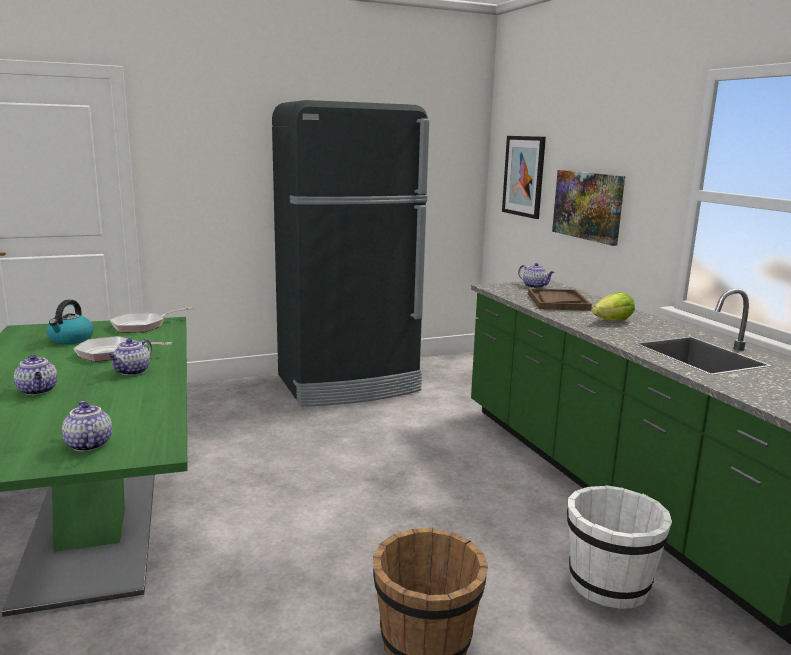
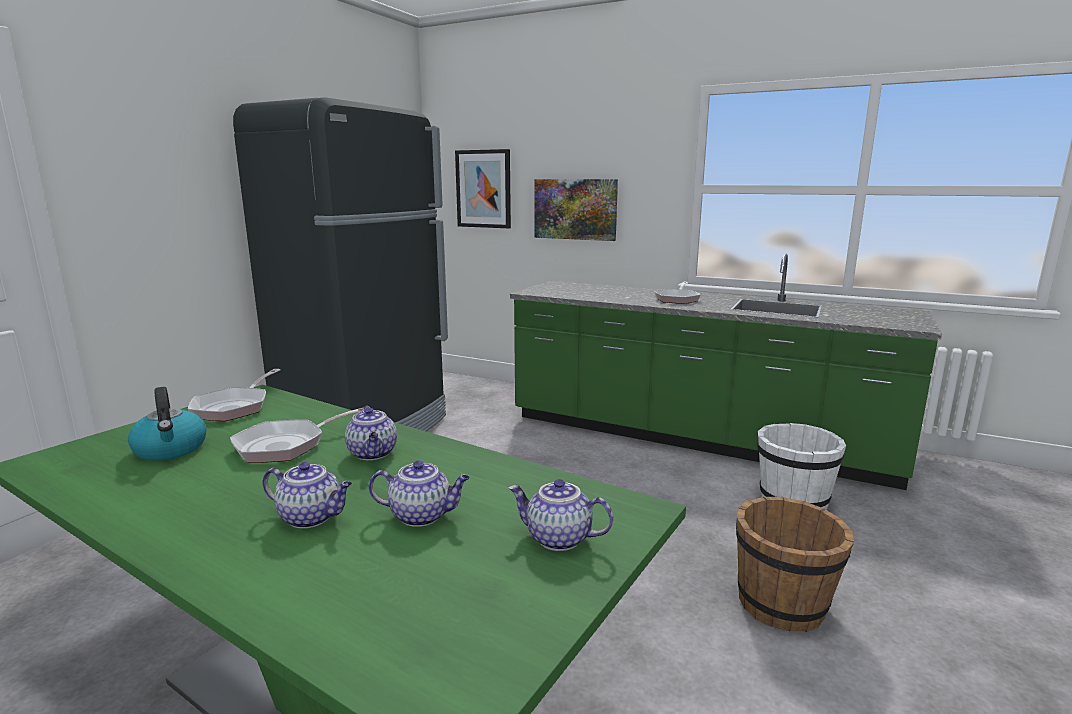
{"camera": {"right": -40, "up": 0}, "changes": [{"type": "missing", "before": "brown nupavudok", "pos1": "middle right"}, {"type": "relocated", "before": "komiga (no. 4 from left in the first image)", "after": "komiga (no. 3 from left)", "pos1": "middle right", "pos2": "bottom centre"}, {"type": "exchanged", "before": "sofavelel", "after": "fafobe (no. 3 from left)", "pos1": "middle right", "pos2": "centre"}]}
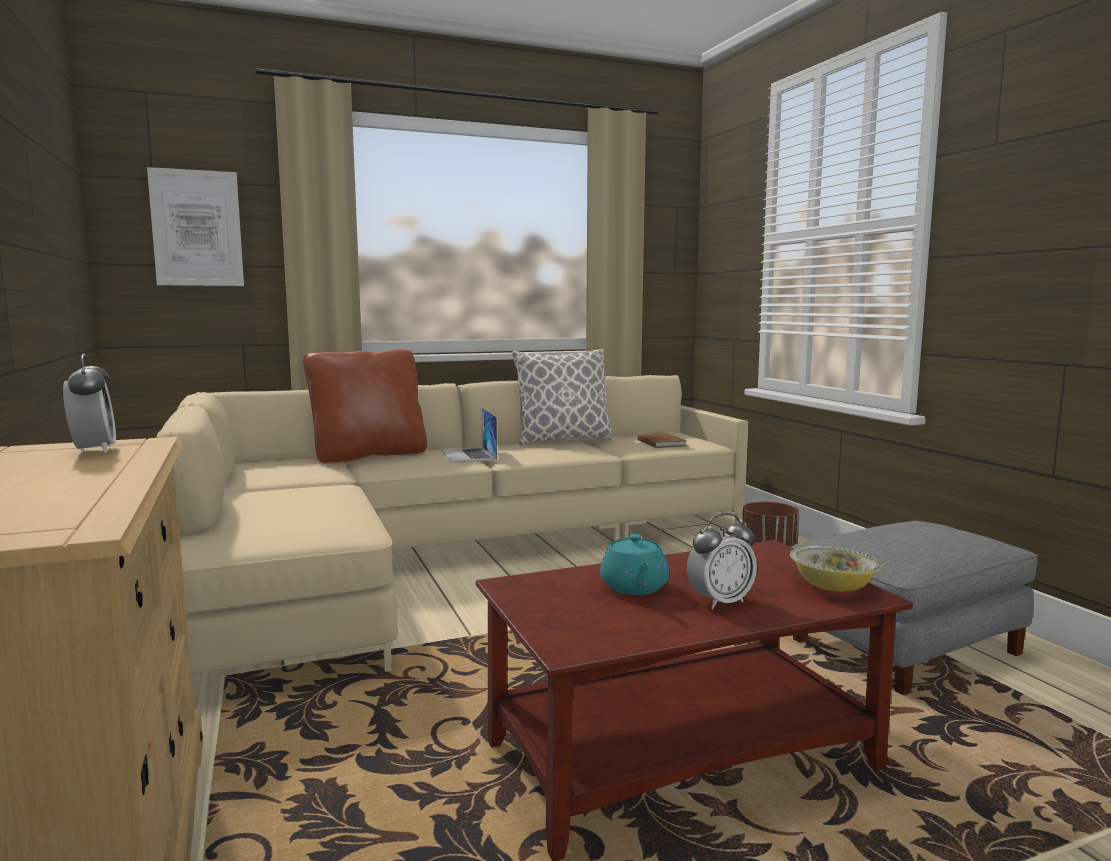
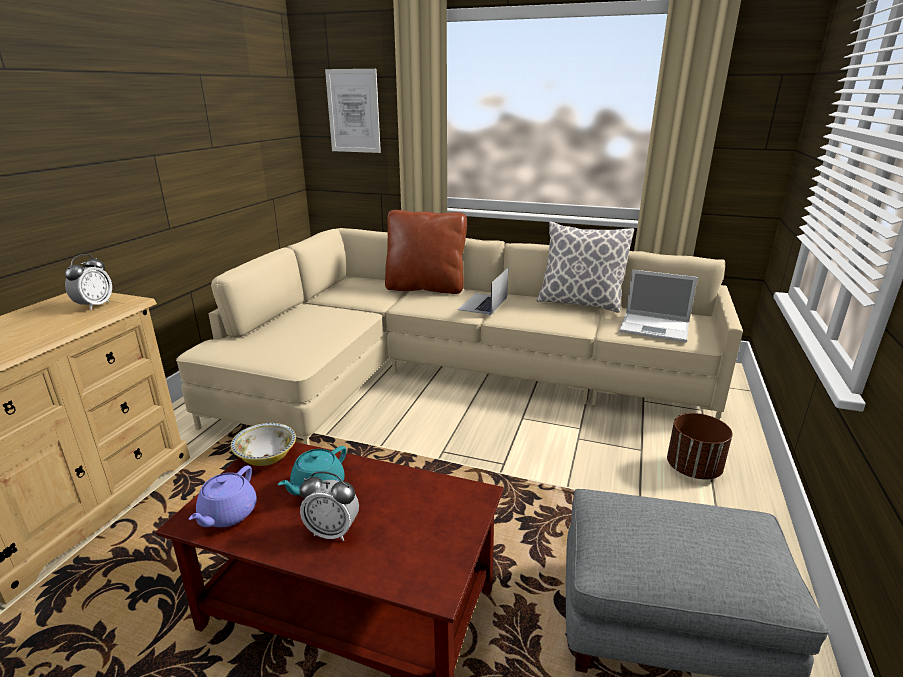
{"camera": {"right": 40, "up": 15}, "changes": [{"type": "appeared", "after": "purple komiga", "pos2": "bottom left"}, {"type": "relocated", "before": "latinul", "pos1": "middle right", "pos2": "middle left"}, {"type": "exchanged", "before": "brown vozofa", "after": "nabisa (no. 2 from left)", "pos1": "centre", "pos2": "middle right"}]}
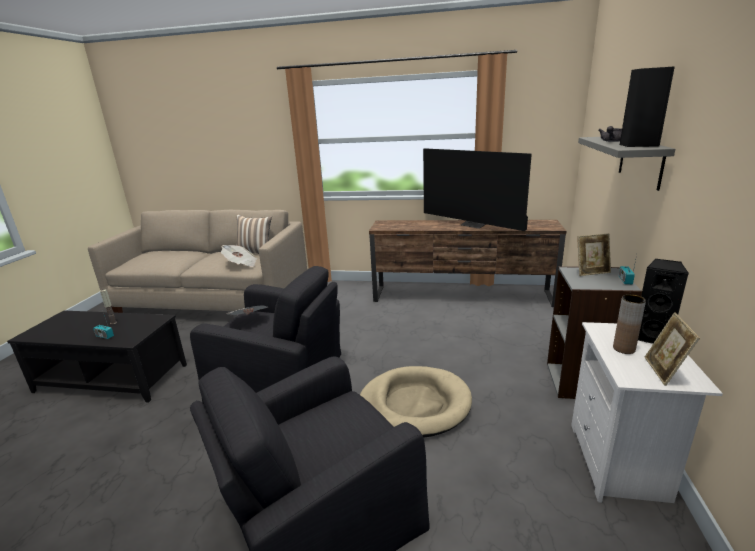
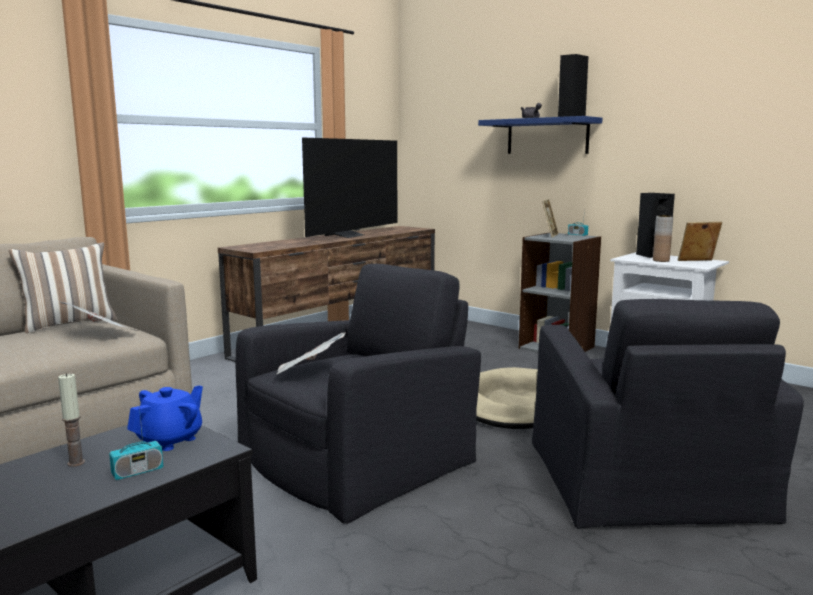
{"camera": {"right": -60, "up": -10}, "changes": [{"type": "appeared", "after": "blue komiga", "pos2": "bottom left"}, {"type": "colour", "before": "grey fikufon", "after": "blue fikufon", "pos1": "top right", "pos2": "top centre"}, {"type": "spun", "before": "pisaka", "pos1": "centre", "pos2": "top centre", "turn": -45}, {"type": "spun", "before": "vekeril (no. 2 from left)", "pos1": "middle right", "pos2": "middle right", "turn": 135}]}
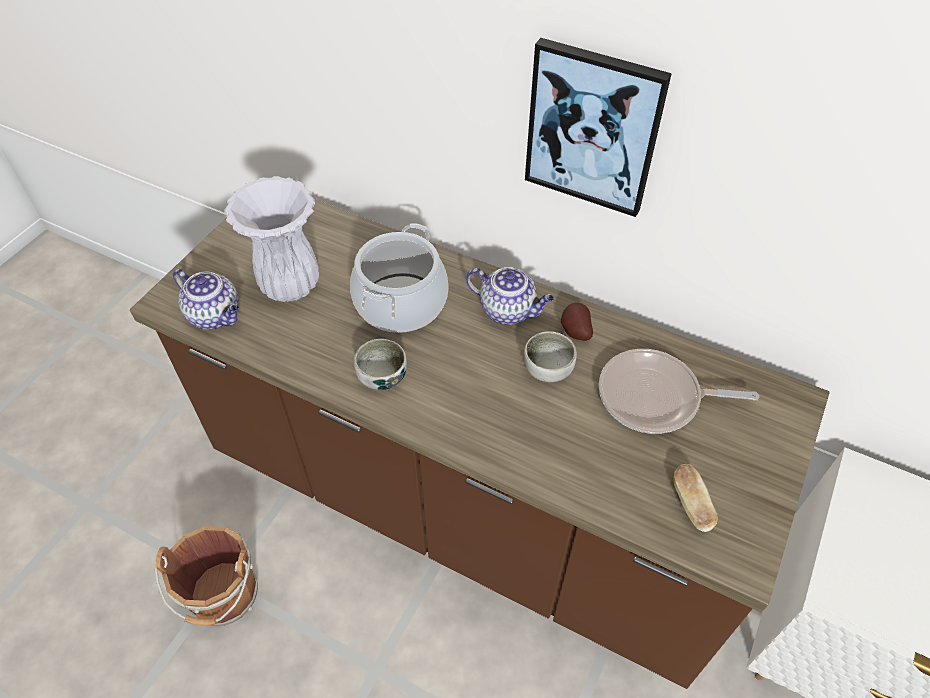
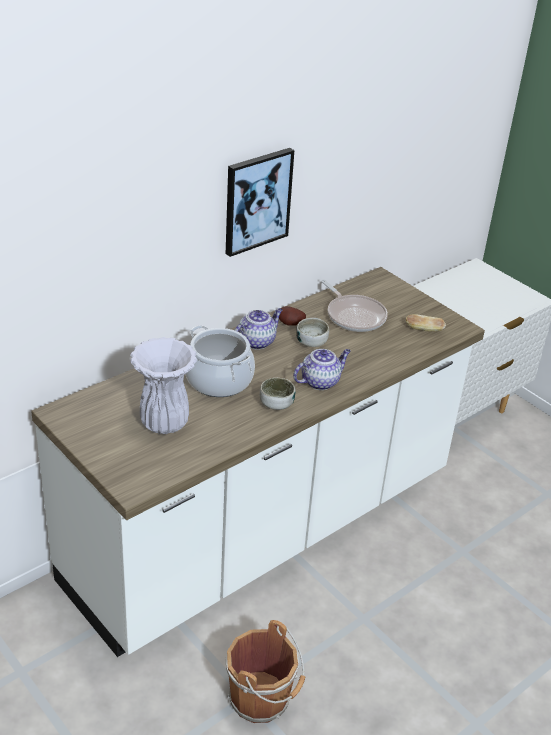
{"camera": {"right": -70, "up": -15}, "changes": [{"type": "relocated", "before": "komiga (no. 1 from left in the first image)", "after": "komiga (no. 2 from left)", "pos1": "middle left", "pos2": "centre"}, {"type": "colour", "before": "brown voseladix", "after": "white voseladix", "pos1": "centre", "pos2": "centre"}, {"type": "spun", "before": "fafobe", "pos1": "middle right", "pos2": "centre", "turn": -60}]}
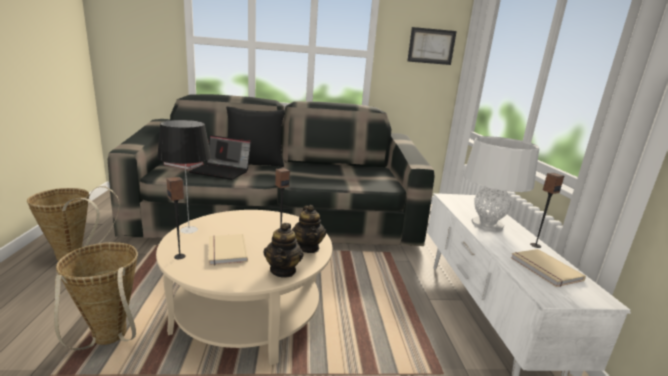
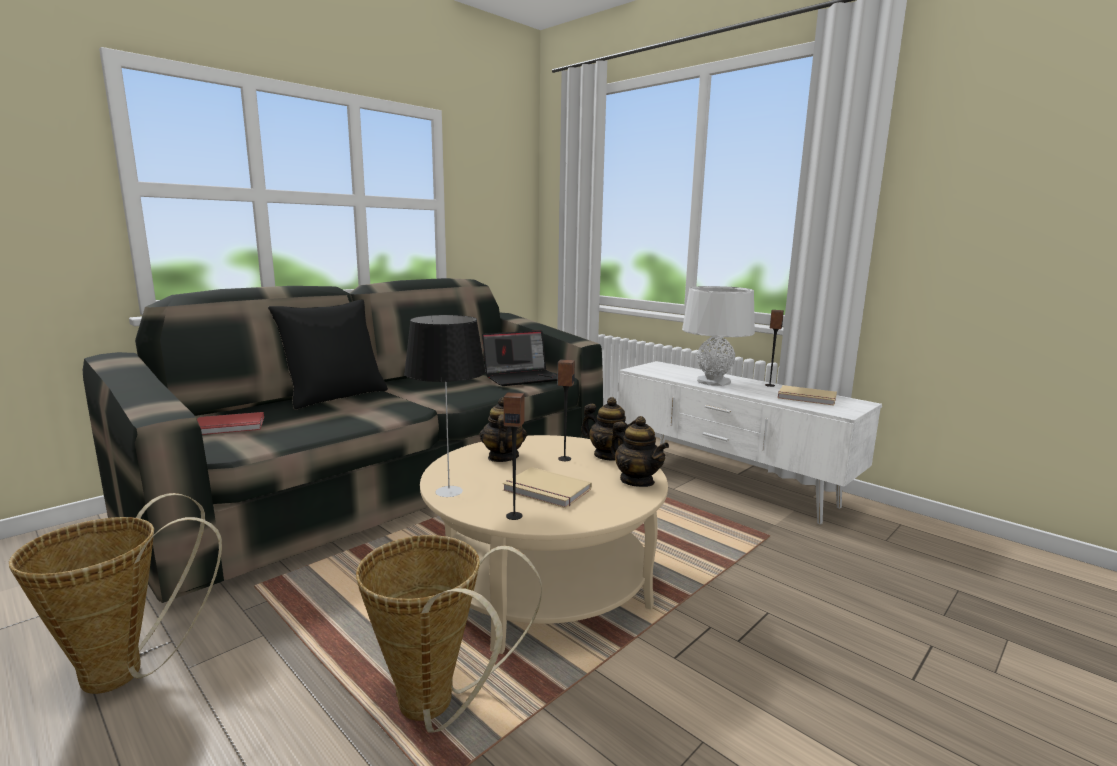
{"camera": {"right": -40, "up": -5}, "changes": [{"type": "missing", "before": "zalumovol", "pos1": "top centre"}, {"type": "appeared", "after": "komiga (no. 1 from left)", "pos2": "centre"}, {"type": "relocated", "before": "nabisa", "pos1": "middle left", "pos2": "centre"}]}
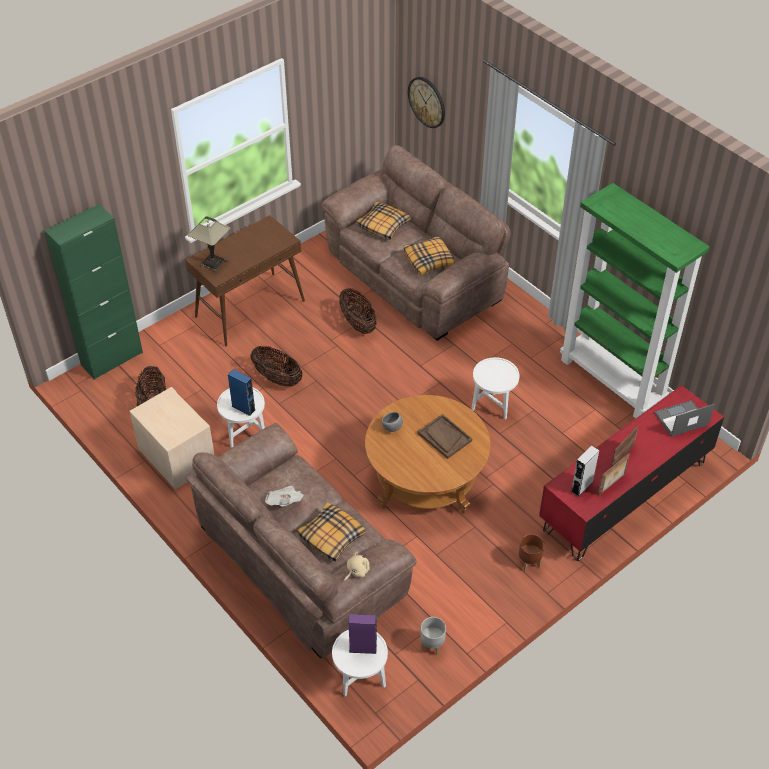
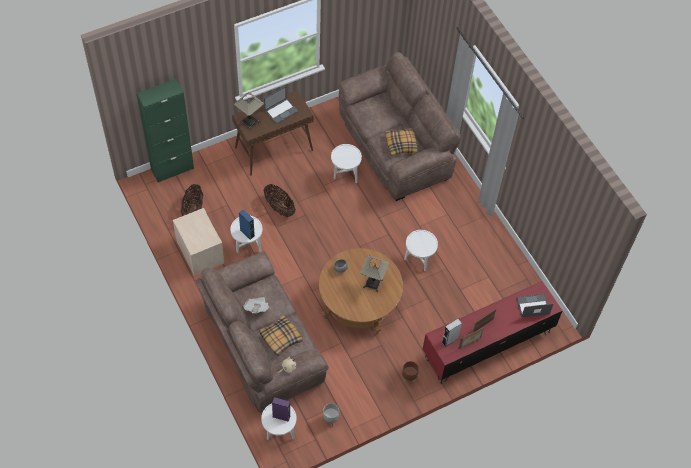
{"camera": {"right": 10, "up": 10}, "changes": [{"type": "missing", "before": "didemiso (no. 2 from left)", "pos1": "top centre"}, {"type": "missing", "before": "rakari", "pos1": "top centre"}, {"type": "missing", "before": "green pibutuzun", "pos1": "middle right"}, {"type": "appeared", "after": "nabisa (no. 1 from left)", "pos2": "top centre"}, {"type": "exchanged", "before": "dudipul (no. 3 from left)", "after": "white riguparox (no. 3 from left)", "pos1": "centre", "pos2": "centre"}, {"type": "exchanged", "before": "brown nupavudok", "after": "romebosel (no. 2 from left)", "pos1": "centre", "pos2": "centre"}]}
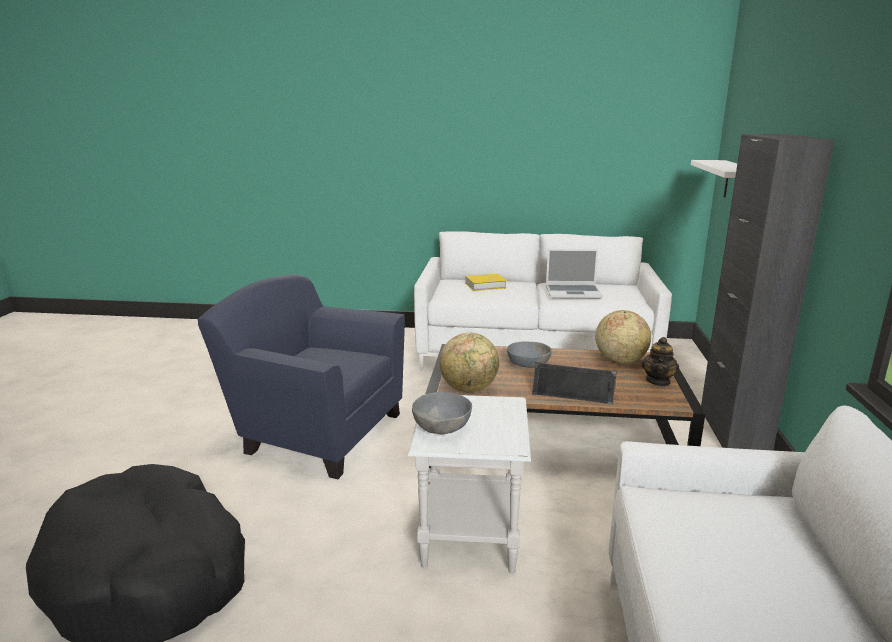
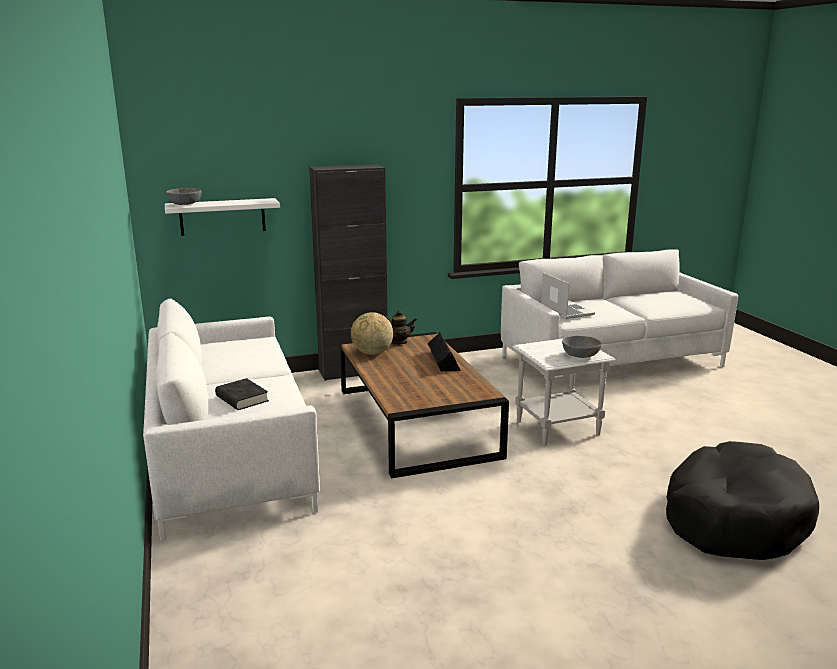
{"camera": {"right": -115, "up": 0}, "changes": [{"type": "missing", "before": "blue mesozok", "pos1": "centre"}, {"type": "missing", "before": "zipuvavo (no. 1 from left)", "pos1": "centre"}, {"type": "relocated", "before": "grey latinul (no. 2 from left in the first image)", "after": "grey latinul (no. 1 from left)", "pos1": "centre", "pos2": "top left"}, {"type": "relocated", "before": "nabisa", "pos1": "centre", "pos2": "middle right"}, {"type": "colour", "before": "yellow vozofa", "after": "black vozofa", "pos1": "centre", "pos2": "middle left"}]}
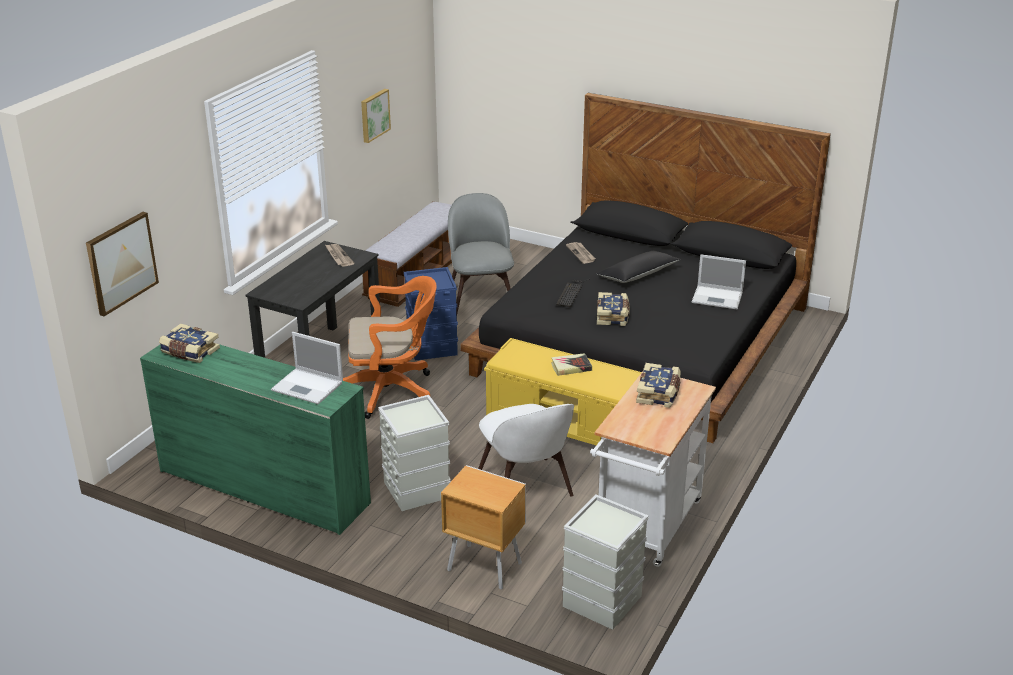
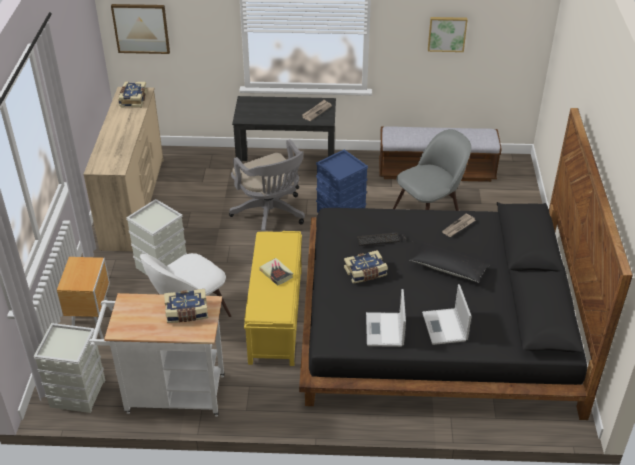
{"camera": {"right": 65, "up": 10}, "changes": [{"type": "relocated", "before": "nabisa (no. 1 from left)", "pos1": "middle left", "pos2": "bottom centre"}, {"type": "colour", "before": "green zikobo", "after": "beige zikobo", "pos1": "middle left", "pos2": "middle left"}, {"type": "colour", "before": "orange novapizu", "after": "grey novapizu", "pos1": "centre", "pos2": "centre"}]}
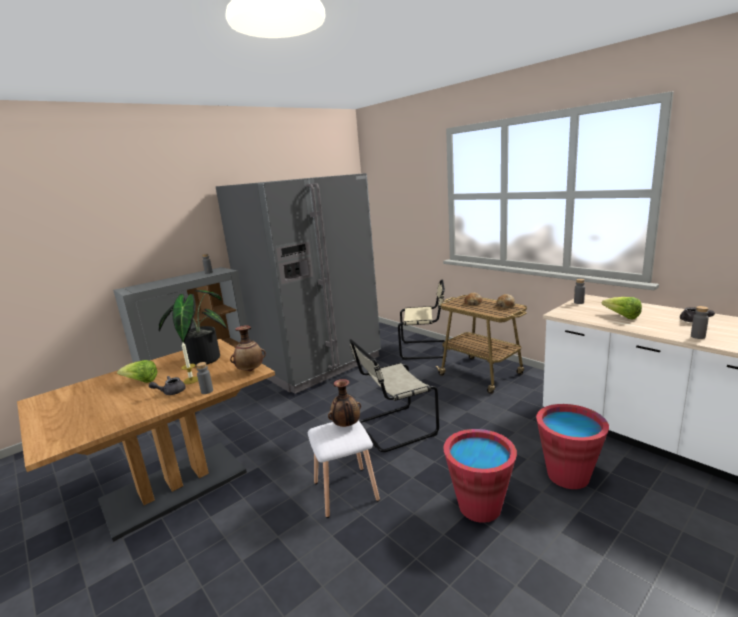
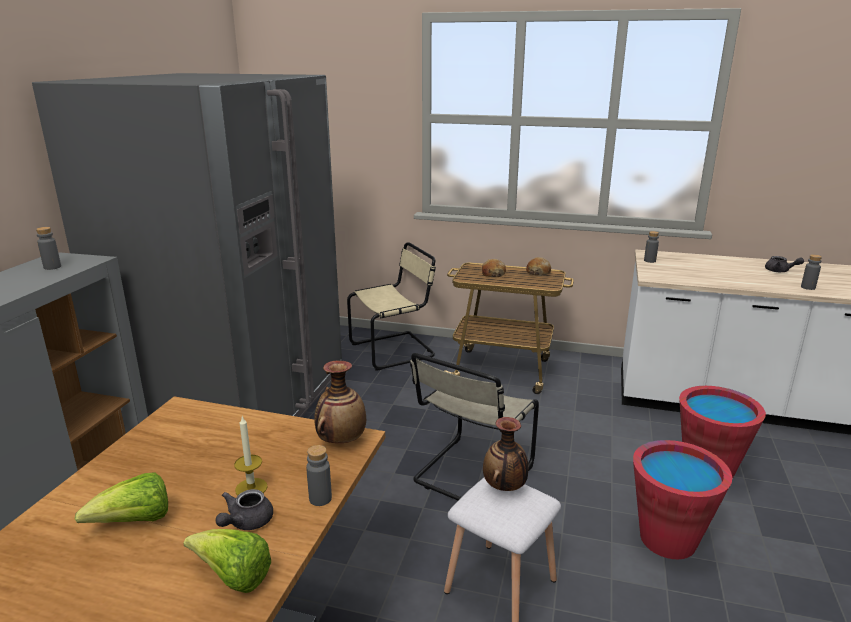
{"camera": {"right": -35, "up": 5}, "changes": [{"type": "missing", "before": "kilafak", "pos1": "middle left"}, {"type": "relocated", "before": "sofavelel (no. 2 from left)", "pos1": "middle right", "pos2": "bottom left"}]}
